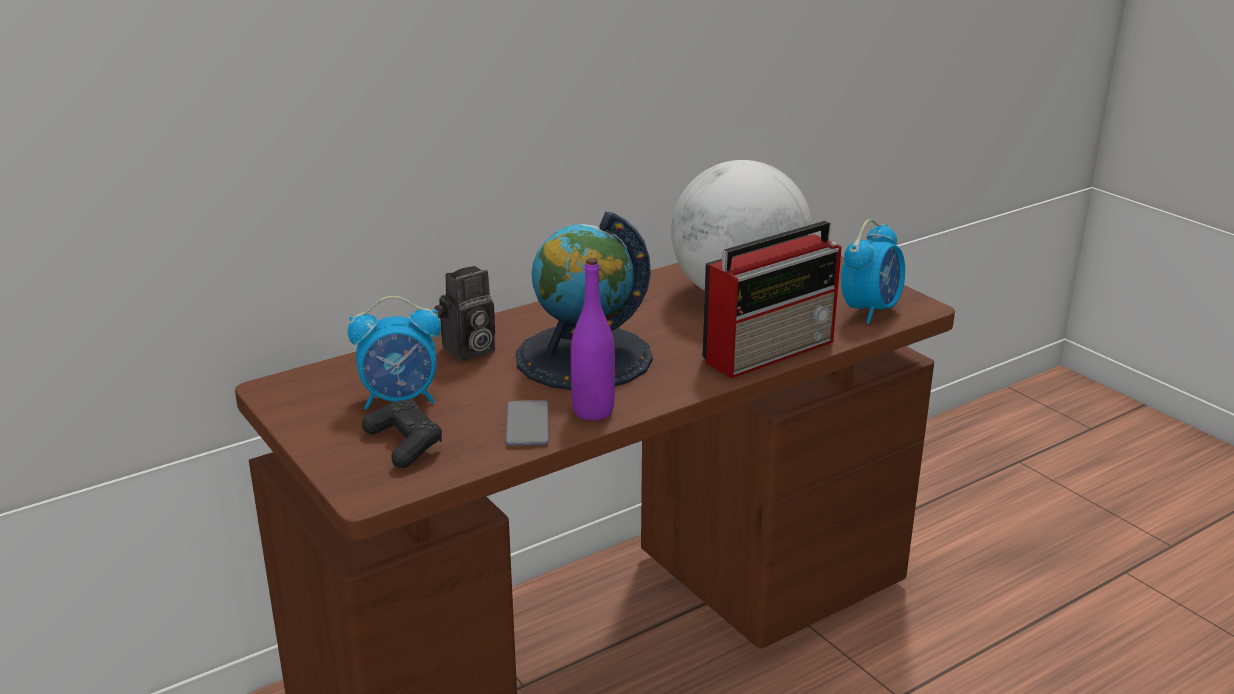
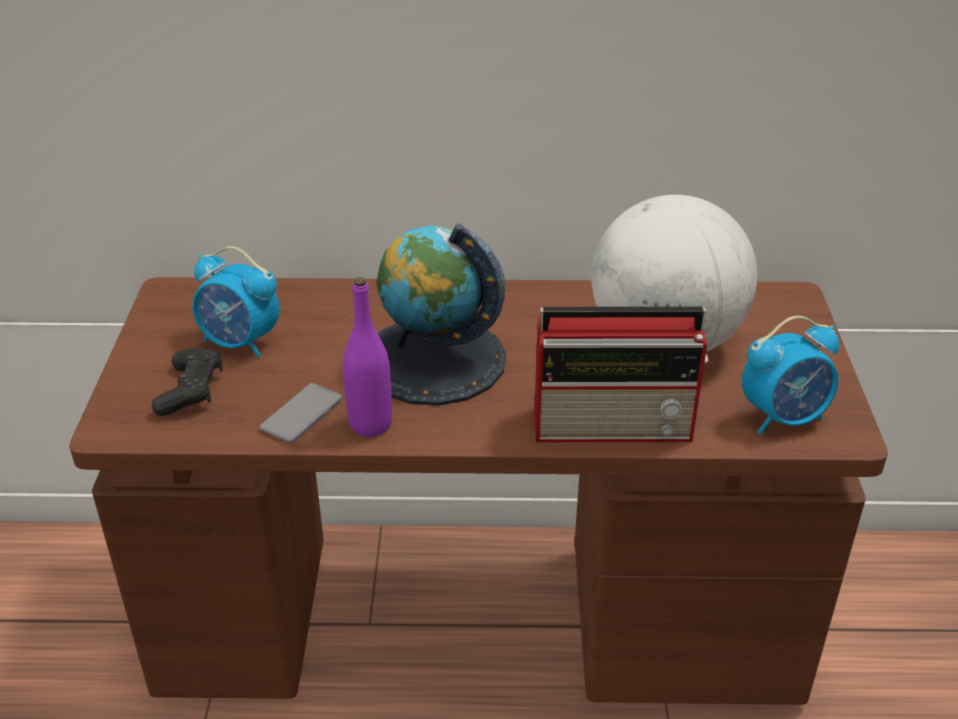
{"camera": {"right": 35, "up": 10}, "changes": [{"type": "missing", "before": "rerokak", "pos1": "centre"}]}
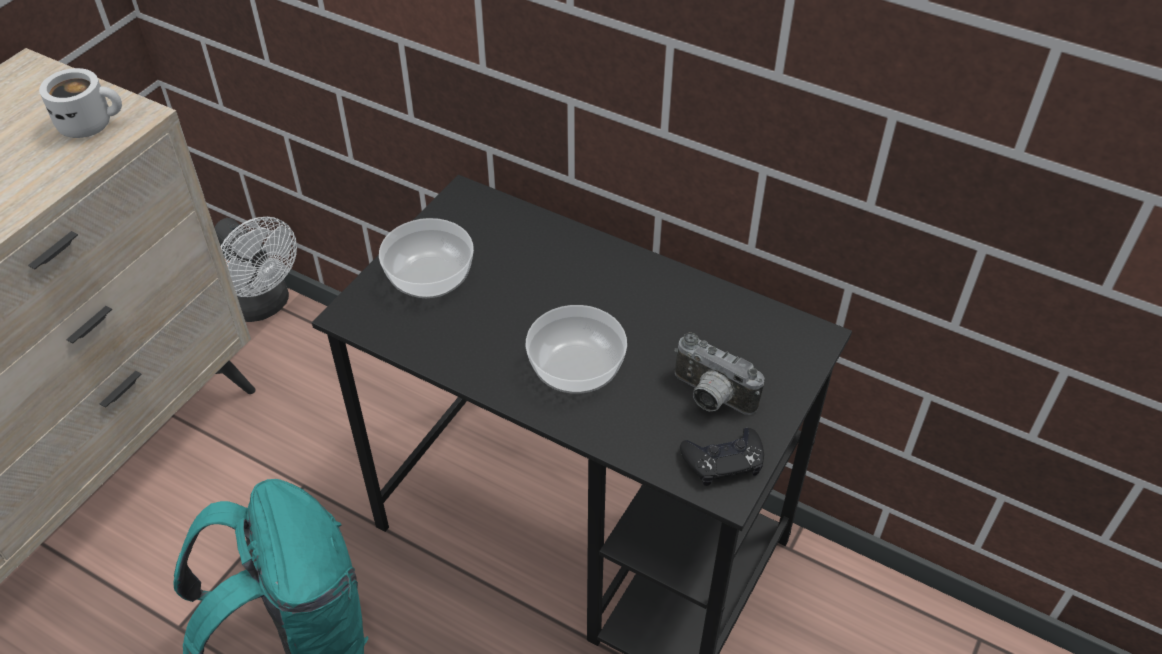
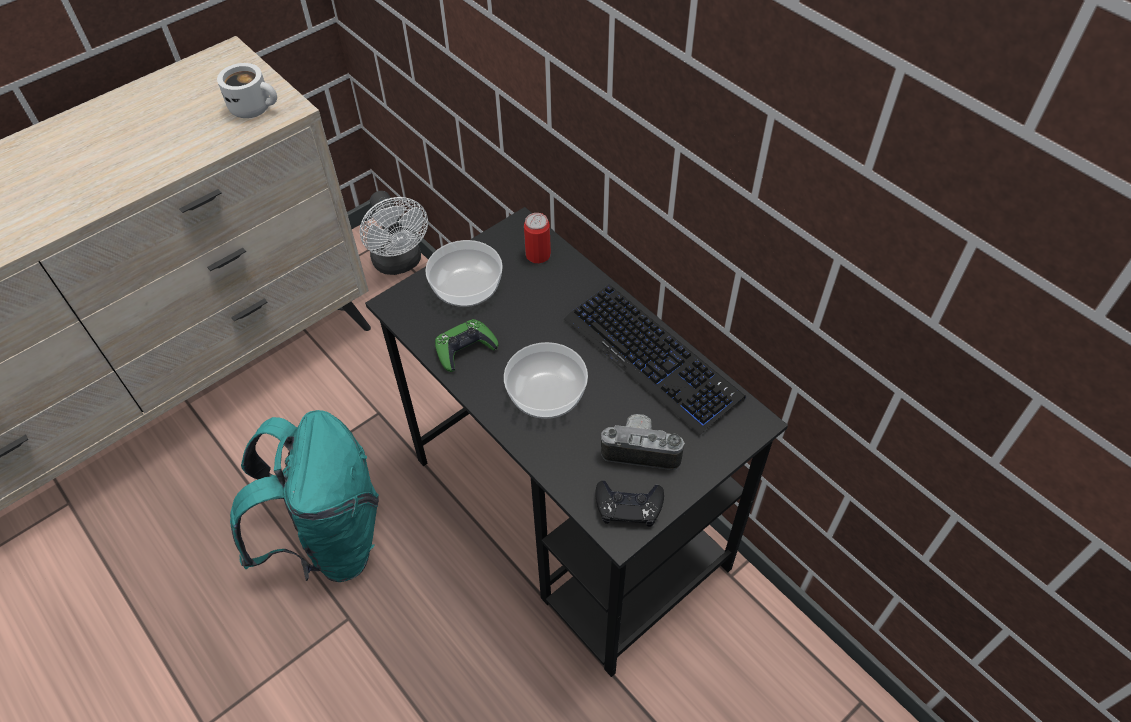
{"camera": {"right": 20, "up": 5}, "changes": [{"type": "appeared", "after": "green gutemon", "pos2": "centre"}, {"type": "appeared", "after": "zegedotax", "pos2": "top centre"}, {"type": "appeared", "after": "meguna", "pos2": "centre"}, {"type": "spun", "before": "rerokak", "pos1": "centre", "pos2": "centre", "turn": 135}]}
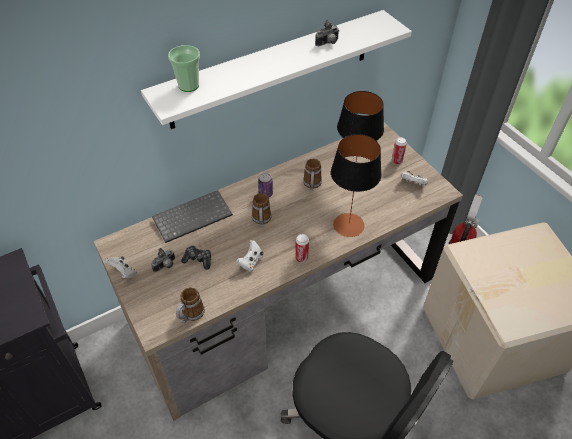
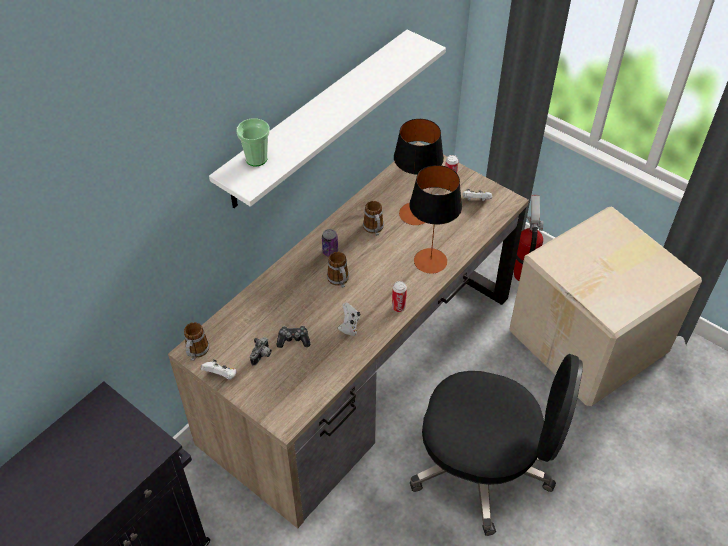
{"camera": {"right": -20, "up": 0}, "changes": [{"type": "missing", "before": "meguna", "pos1": "centre"}, {"type": "missing", "before": "rerokak (no. 2 from left)", "pos1": "top centre"}, {"type": "relocated", "before": "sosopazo (no. 1 from left)", "pos1": "bottom left", "pos2": "middle left"}]}
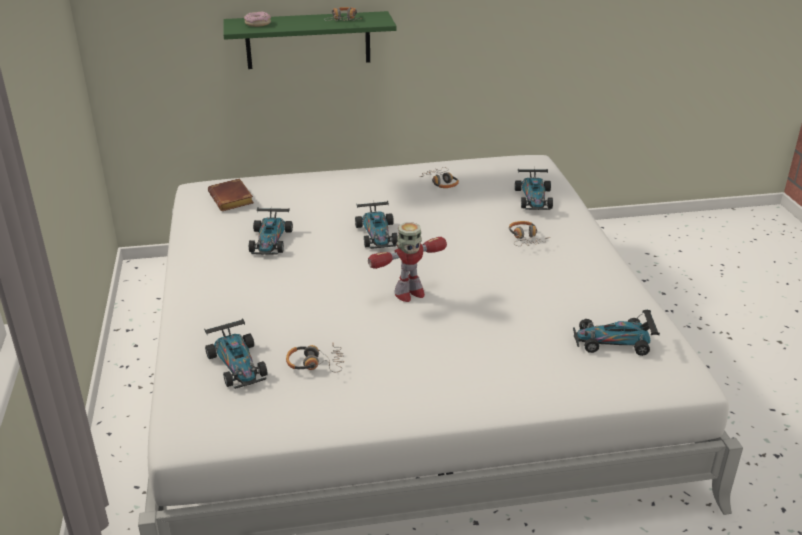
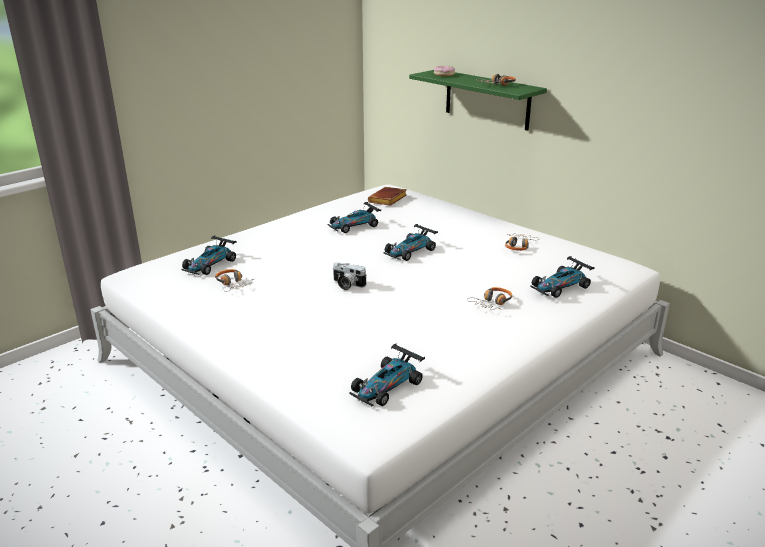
{"camera": {"right": 55, "up": -5}, "changes": [{"type": "exchanged", "before": "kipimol", "after": "rerokak", "pos1": "centre", "pos2": "centre"}, {"type": "spun", "before": "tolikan (no. 5 from left in the first image)", "pos1": "middle right", "pos2": "bottom centre", "turn": -105}]}
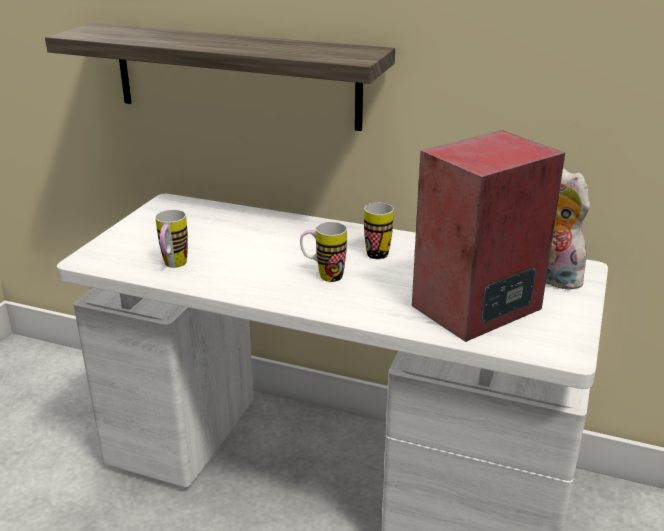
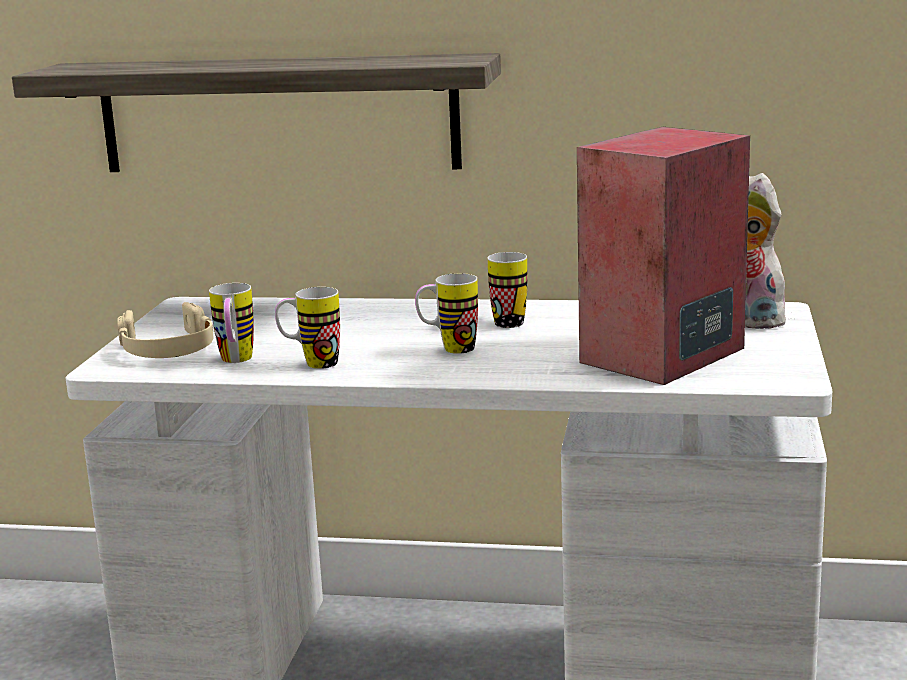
{"camera": {"right": -10, "up": -10}, "changes": [{"type": "appeared", "after": "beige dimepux", "pos2": "middle left"}, {"type": "appeared", "after": "sosopazo (no. 2 from left)", "pos2": "centre"}]}
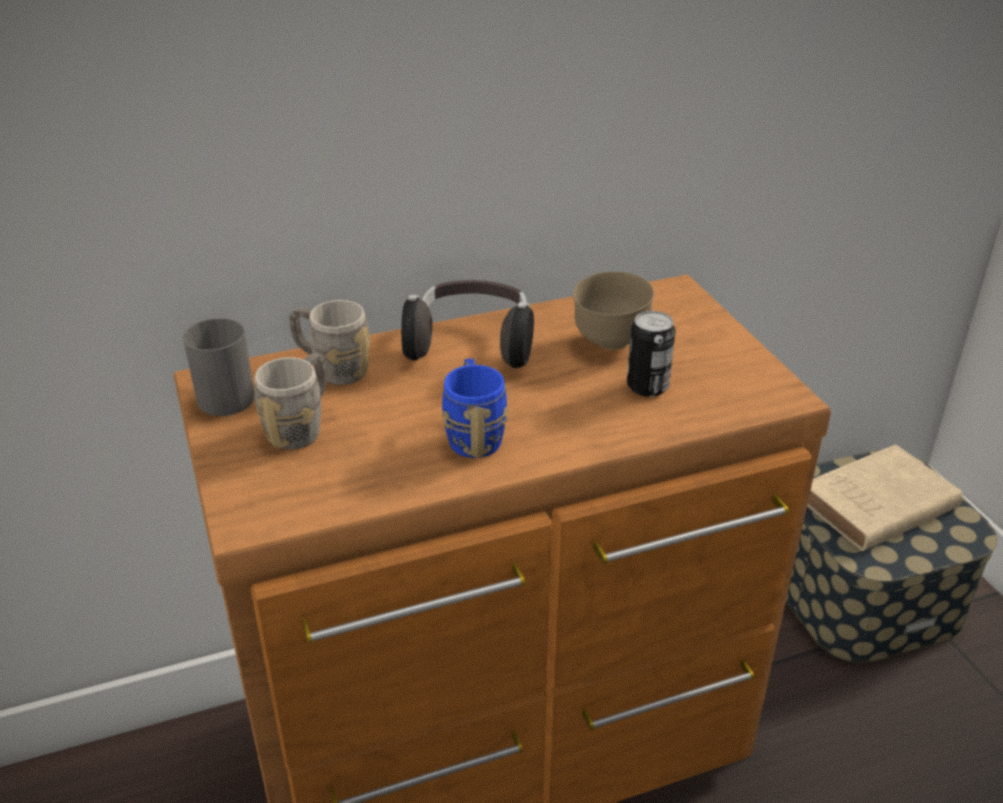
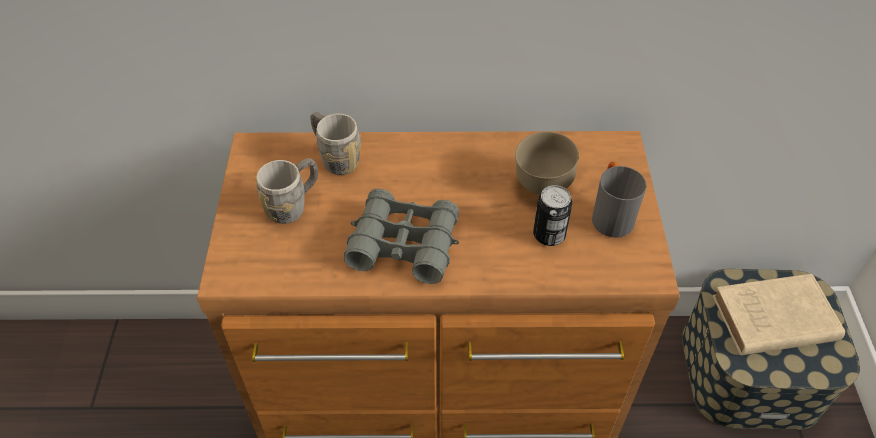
{"camera": {"right": 20, "up": 15}, "changes": [{"type": "missing", "before": "dimepux", "pos1": "centre"}, {"type": "relocated", "before": "grey sosopazo (no. 1 from left in the first image)", "after": "grey sosopazo (no. 3 from left)", "pos1": "middle left", "pos2": "middle right"}, {"type": "exchanged", "before": "blue sosopazo", "after": "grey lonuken", "pos1": "centre", "pos2": "centre"}]}
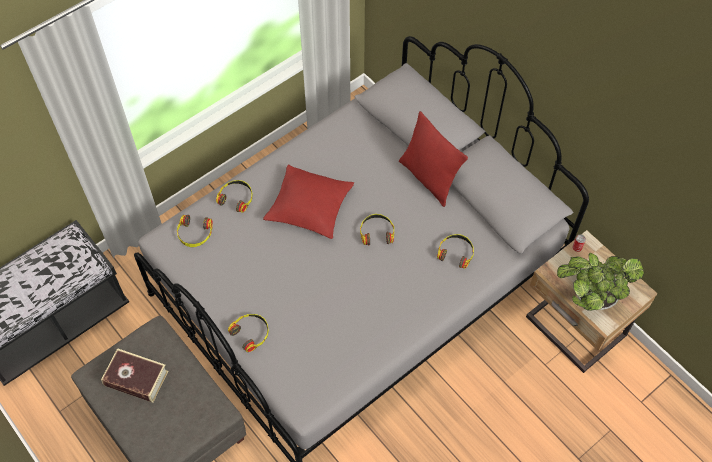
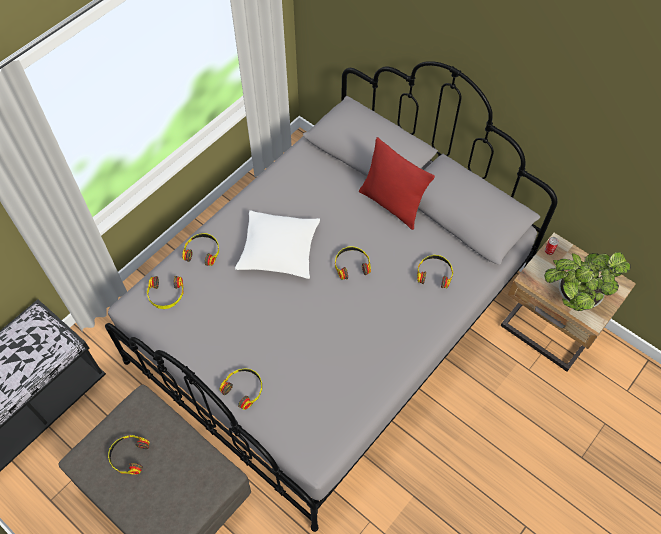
{"camera": {"right": -10, "up": 0}, "changes": [{"type": "exchanged", "before": "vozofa", "after": "dimepux (no. 1 from left)", "pos1": "bottom left", "pos2": "bottom left"}, {"type": "colour", "before": "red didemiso (no. 1 from left)", "after": "white didemiso", "pos1": "centre", "pos2": "centre"}]}
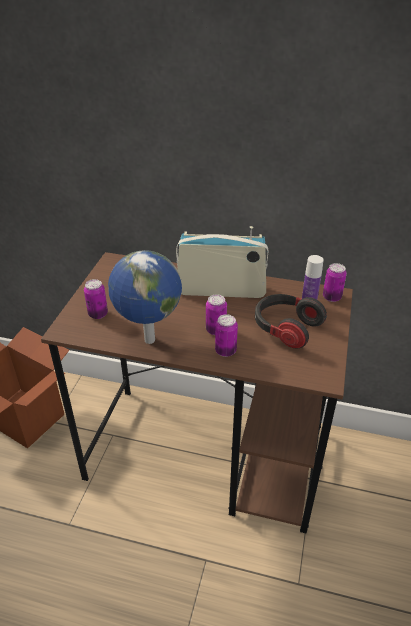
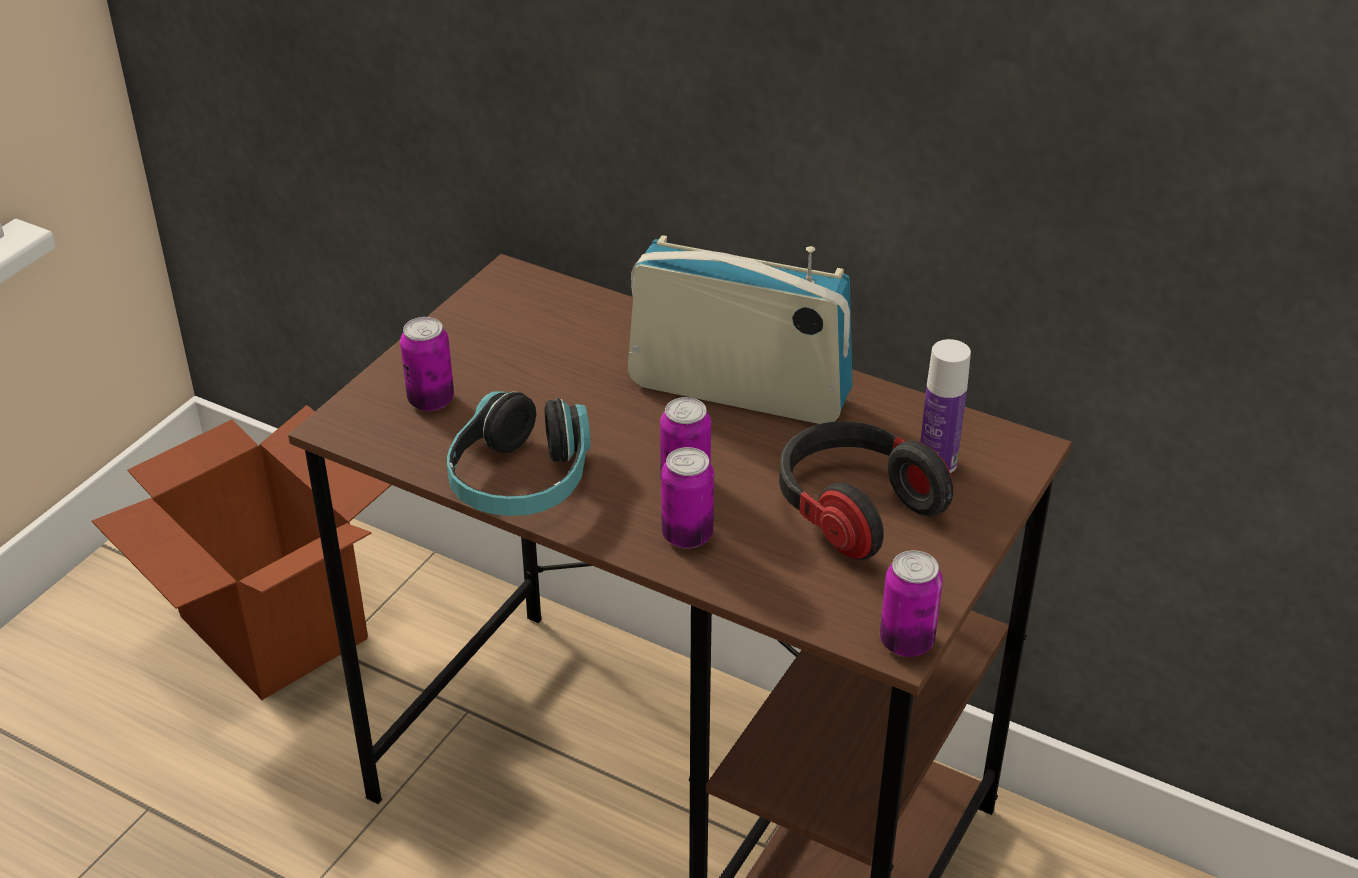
{"camera": {"right": 15, "up": 0}, "changes": [{"type": "relocated", "before": "zegedotax (no. 4 from left)", "pos1": "middle right", "pos2": "bottom right"}, {"type": "exchanged", "before": "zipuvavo", "after": "dimepux (no. 1 from left)", "pos1": "centre", "pos2": "centre"}]}
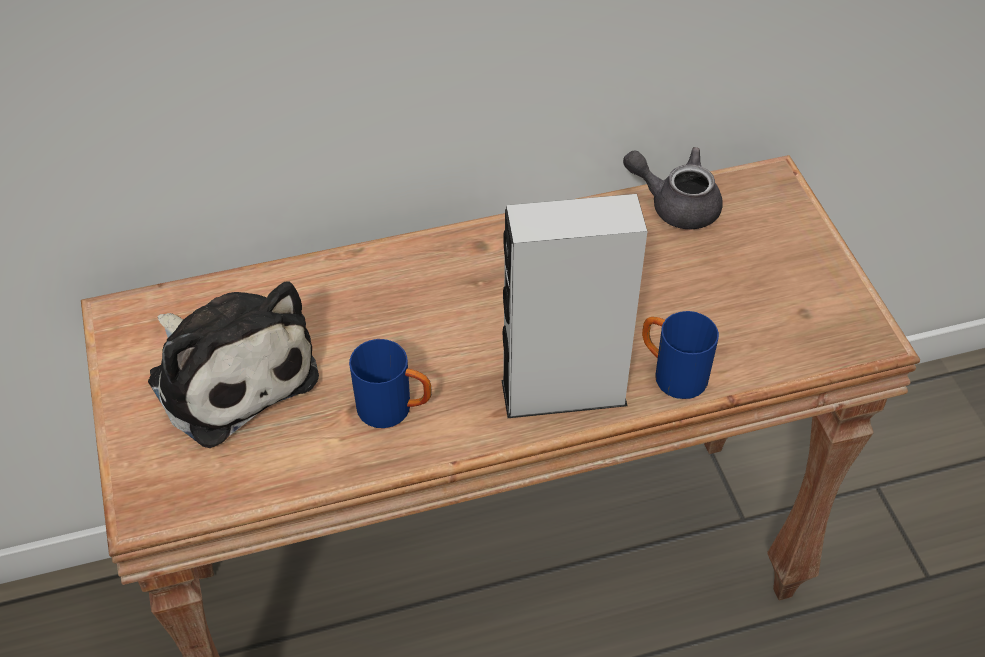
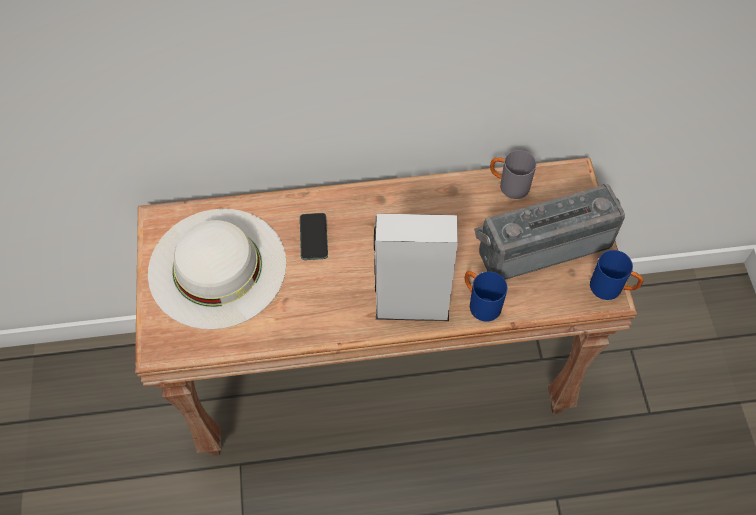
{"camera": {"right": 10, "up": 10}, "changes": [{"type": "appeared", "after": "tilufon", "pos2": "centre"}, {"type": "appeared", "after": "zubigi", "pos2": "middle right"}, {"type": "relocated", "before": "blue sosopazo (no. 1 from left in the first image)", "after": "blue sosopazo (no. 2 from left)", "pos1": "centre", "pos2": "middle right"}, {"type": "exchanged", "before": "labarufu", "after": "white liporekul", "pos1": "middle left", "pos2": "middle left"}, {"type": "exchanged", "before": "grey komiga", "after": "grey sosopazo", "pos1": "top right", "pos2": "middle right"}]}
